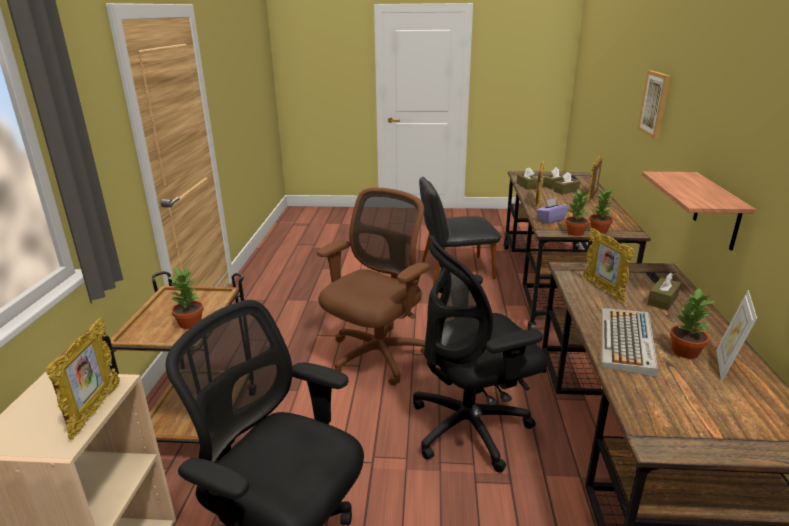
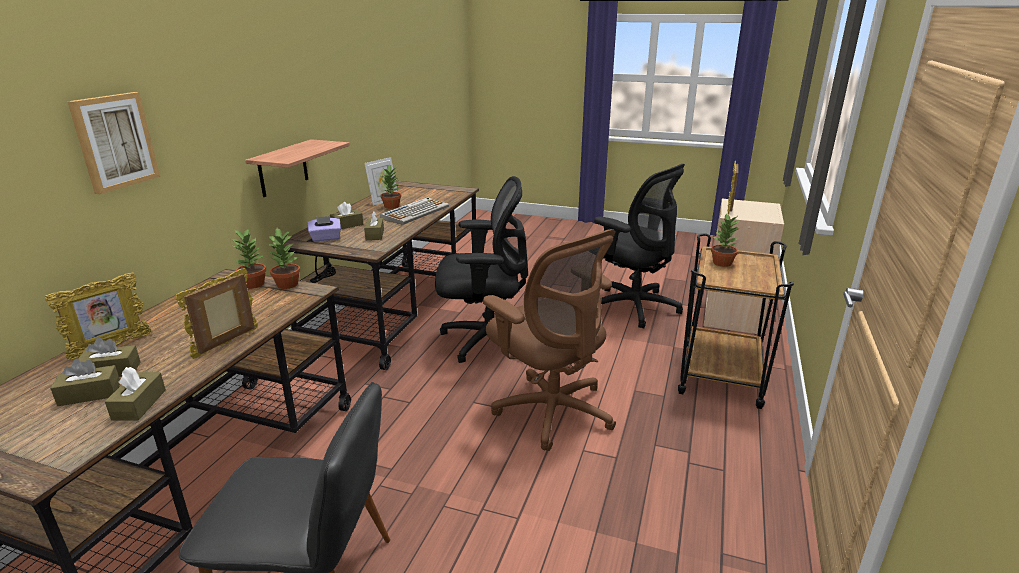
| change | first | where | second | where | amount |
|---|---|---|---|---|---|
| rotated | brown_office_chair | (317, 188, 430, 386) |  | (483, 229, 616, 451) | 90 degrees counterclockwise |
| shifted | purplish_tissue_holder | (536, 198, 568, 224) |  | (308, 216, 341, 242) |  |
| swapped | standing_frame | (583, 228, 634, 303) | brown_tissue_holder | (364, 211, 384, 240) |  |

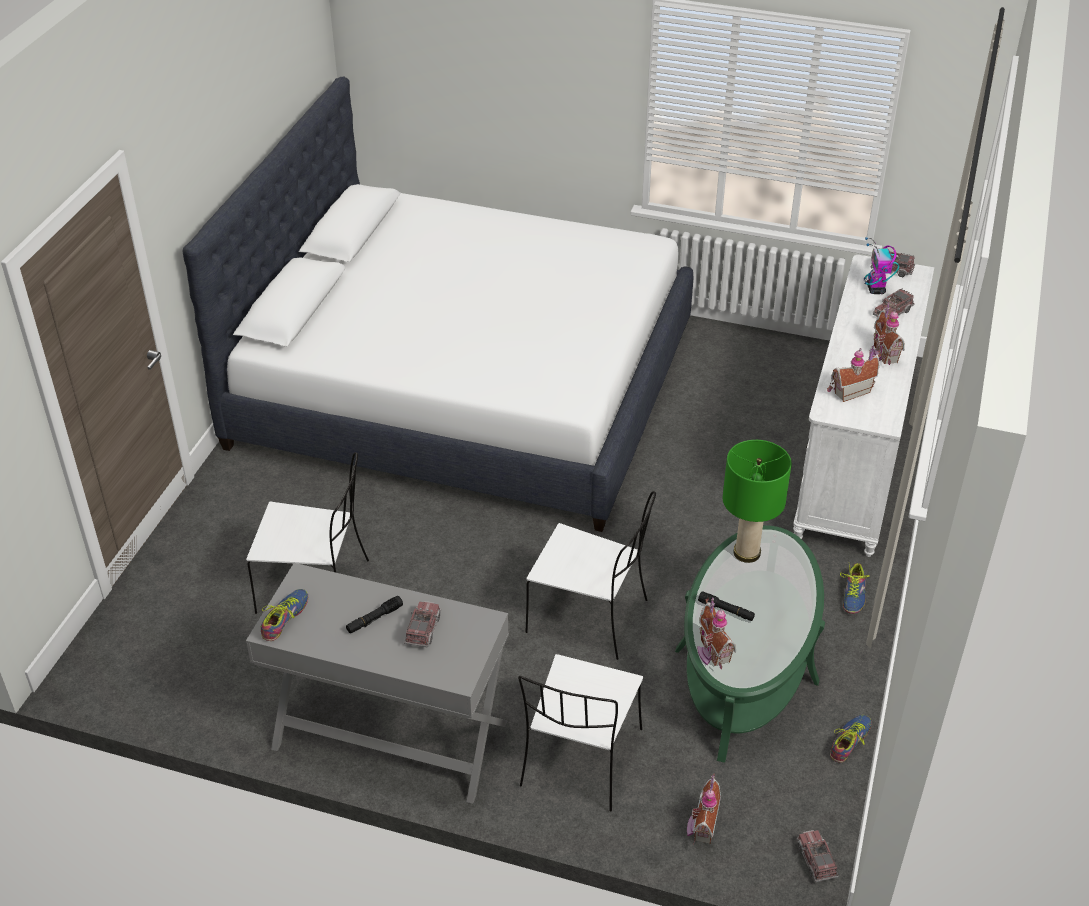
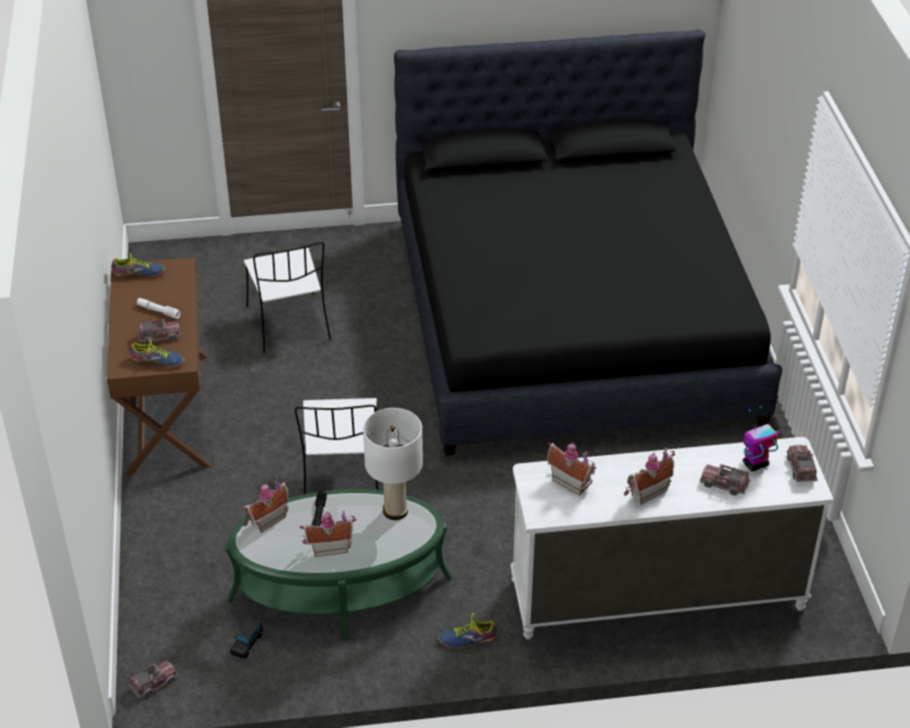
| change | first | where | second | where | amount |
|---|---|---|---|---|---|
| repainted | white_bed | (183, 77, 693, 532) | black-coloured_bed | (394, 29, 782, 456) |  |
| repainted | grey_desk | (246, 563, 509, 804) | brown_desk | (107, 257, 211, 475) |  |
| repainted | black-coloured_torch | (346, 596, 403, 633) | white_torch | (137, 298, 181, 319) |  |
| gone | white_plain_chair | (518, 654, 643, 811) |  |  |  |
| shifted | toy_house | (687, 774, 721, 844) |  | (300, 510, 356, 557) |  |
| repainted | greenish_table_lamp | (723, 440, 792, 563) | white_table_lamp | (363, 408, 423, 520) |  |
| shifted | low_shoe | (830, 715, 871, 763) |  | (130, 338, 185, 368) |  |
| new |  |  | black-coloured_model_car | (230, 618, 263, 658) |  |

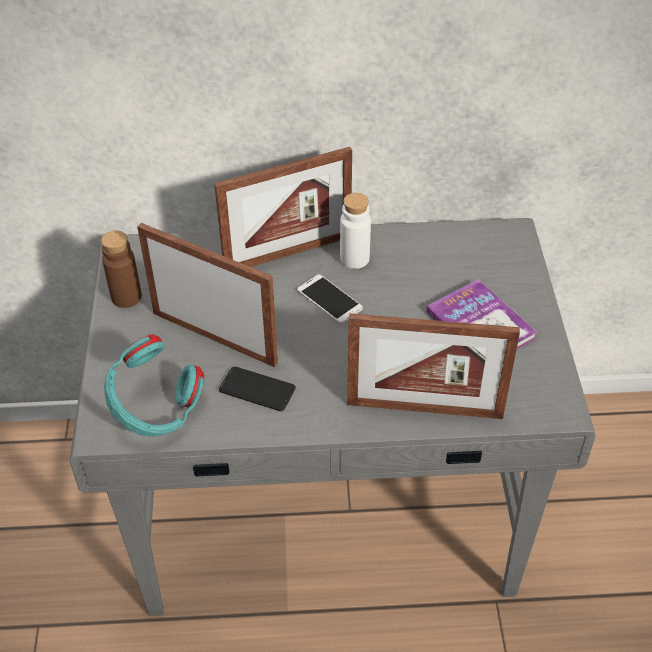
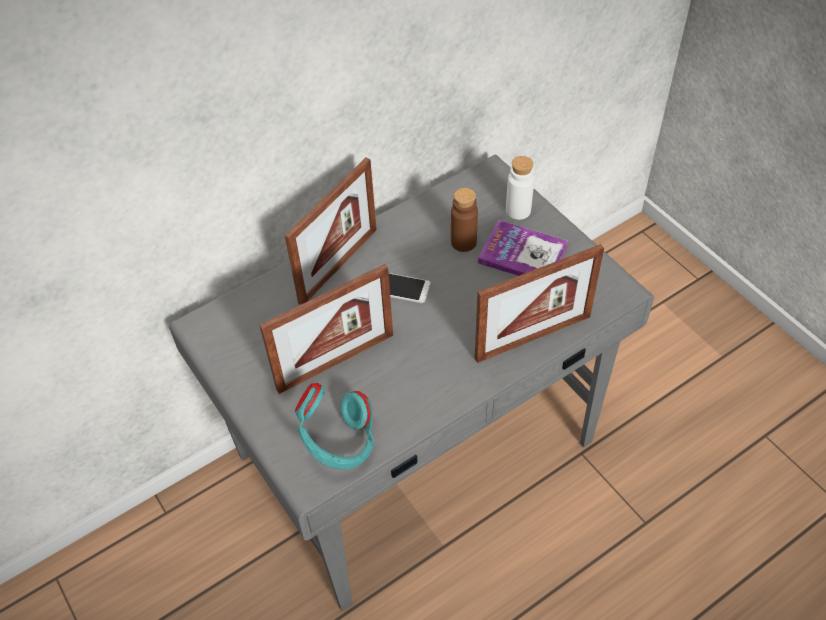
| change | first | where | second | where | amount |
|---|---|---|---|---|---|
| shifted | brown_bottle | (101, 230, 142, 308) |  | (451, 188, 478, 252) |  |
| rotated | standing_frame | (137, 223, 278, 367) |  | (259, 264, 393, 394) | 150 degrees clockwise |
| gone | phone | (219, 367, 296, 411) |  |  |  |
| shifted | white_bottle | (340, 193, 371, 269) |  | (506, 156, 534, 220) |  |

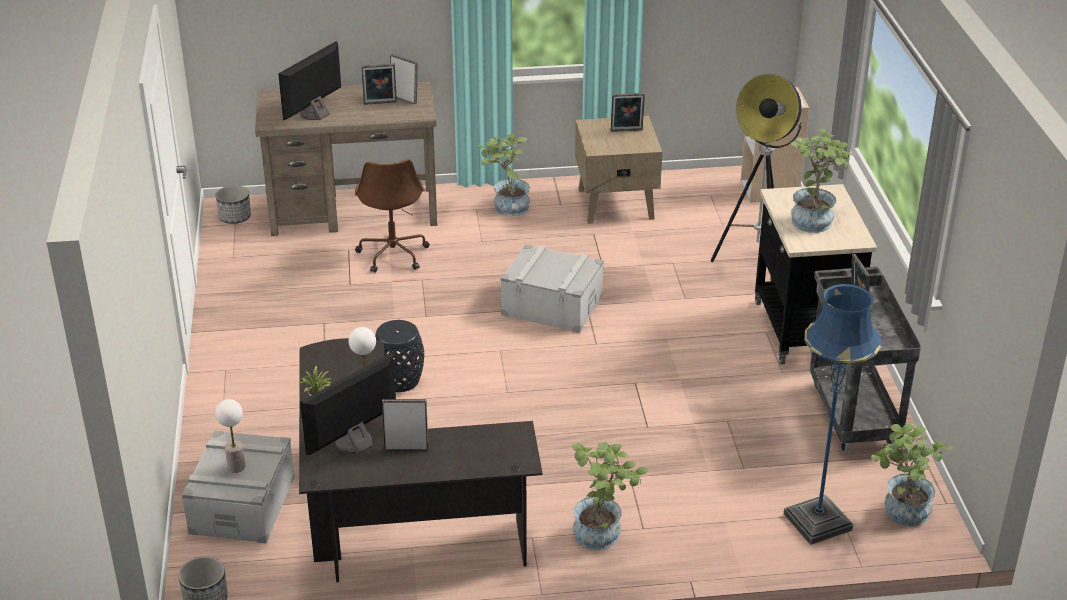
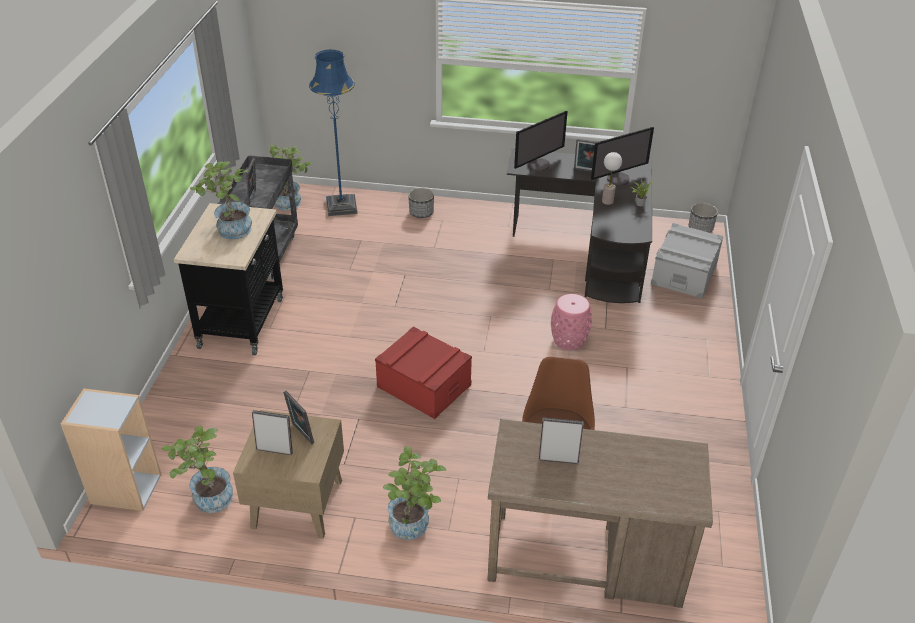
| change | first | where | second | where | amount |
|---|---|---|---|---|---|
| shifted | plant_pot | (215, 185, 251, 224) |  | (408, 188, 434, 218) |  |
| gone | table_lamp | (215, 399, 245, 473) |  |  |  |
| shifted | computer_screen | (278, 41, 341, 120) |  | (514, 111, 568, 171) |  |
| repainted | black-coloured_stool_seat | (375, 320, 424, 392) | pink-coloured_stool_seat | (551, 294, 592, 350) |  |
| shifted | standing_frame | (390, 54, 418, 104) |  | (283, 391, 314, 444) |  |
| repainted | grey_storage_container | (501, 244, 604, 333) | red_storage_container | (375, 326, 472, 419) |  |
| shifted | potted_plant | (572, 442, 649, 550) |  | (162, 425, 233, 513) |  |
| gone | floor_lamp | (711, 74, 803, 281) |  |  |  |

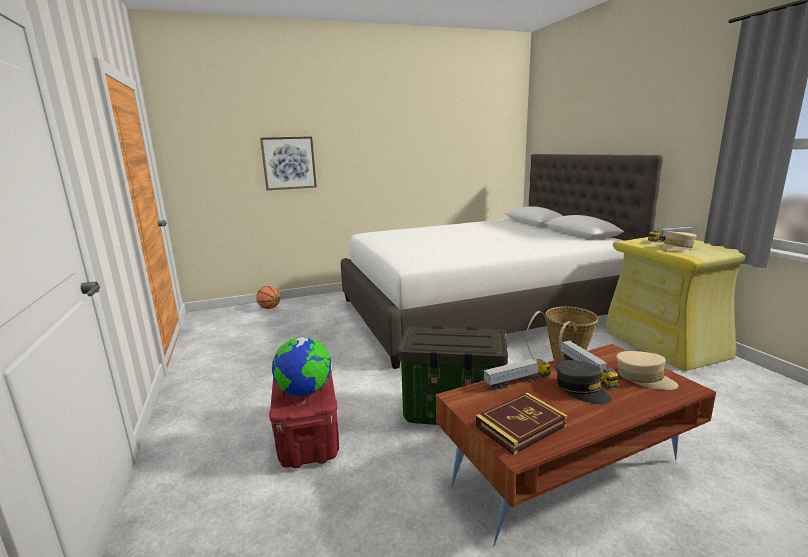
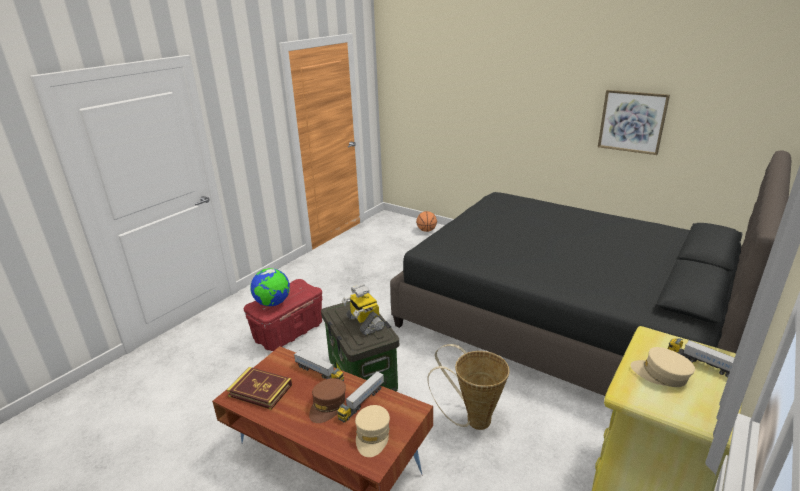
| change | first | where | second | where | amount |
|---|---|---|---|---|---|
| shifted | wall_art | (260, 136, 317, 190) |  | (598, 90, 670, 155) |  |
| repainted | white_bed | (341, 154, 663, 369) | black-coloured_bed | (390, 150, 792, 396) |  |
| repainted | grey_cap | (556, 360, 612, 404) | brown_cap | (309, 378, 346, 423) |  |
| new |  |  | model_robot | (342, 284, 385, 336) |  |

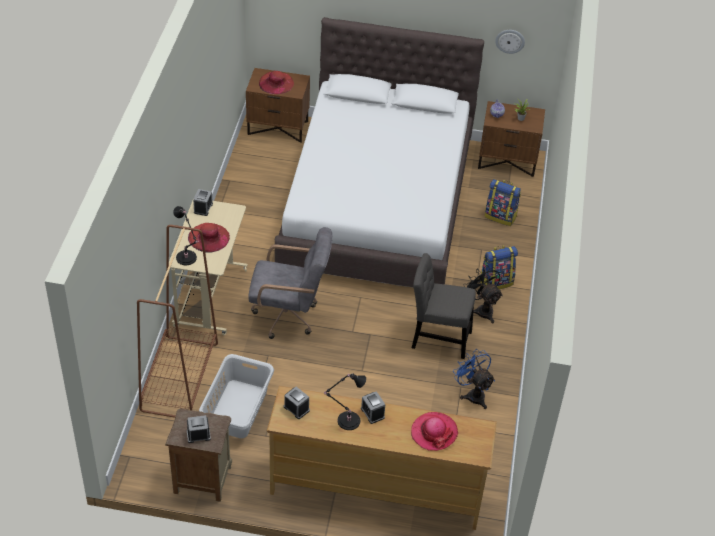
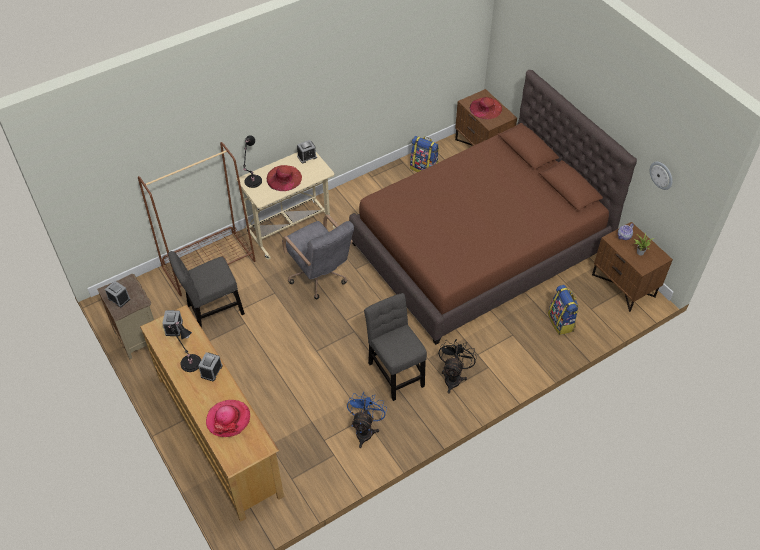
| change | first | where | second | where | amount |
|---|---|---|---|---|---|
| swapped | grey_hamper | (199, 354, 274, 438) | grey_plain_chair | (168, 251, 245, 328) |  |
| repainted | white_bed | (275, 17, 484, 287) | brown_bed | (349, 70, 637, 345) |  |
| shifted | knapsack | (480, 245, 518, 289) |  | (410, 136, 439, 172) |  |

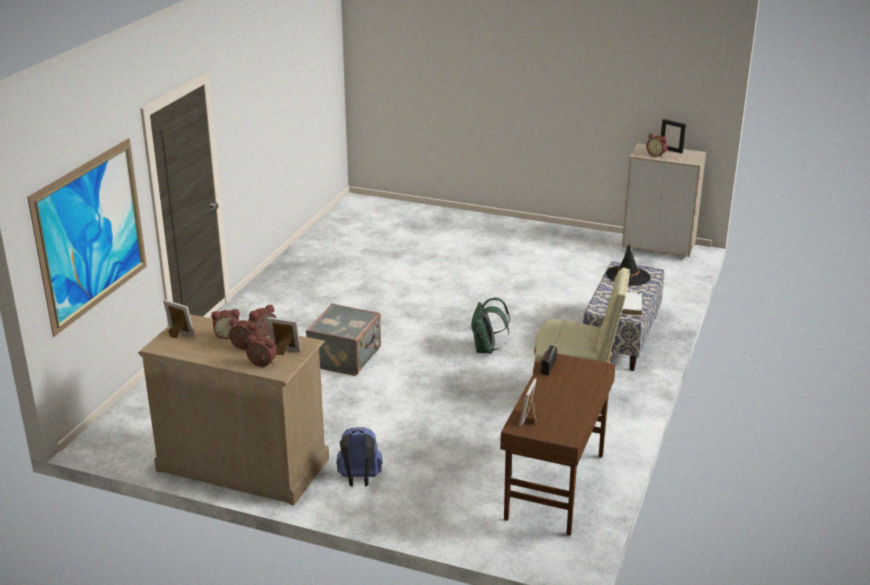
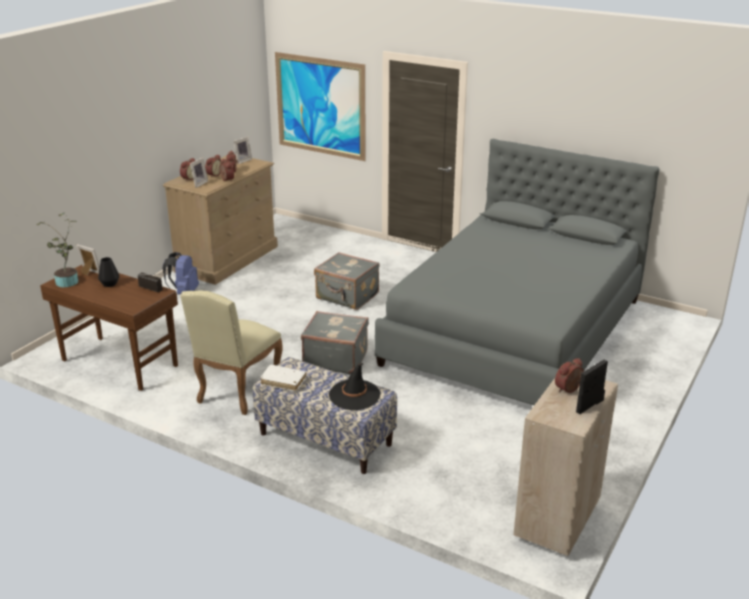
| change | first | where | second | where | amount |
|---|---|---|---|---|---|
| swapped | greenish_knapsack | (470, 298, 510, 353) | grey_travel_case | (301, 311, 369, 375) |  |
| new |  |  | potted_plant | (36, 213, 79, 287) |  |
| new |  |  | black-coloured_flower_vase | (98, 257, 119, 287) |  |
| new |  |  | grey_bed | (375, 139, 659, 405) |  |

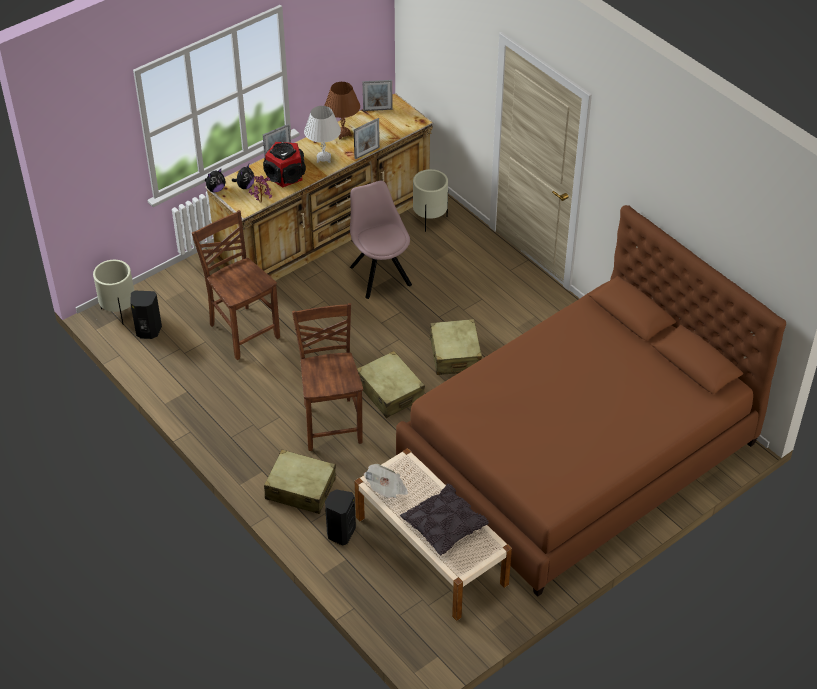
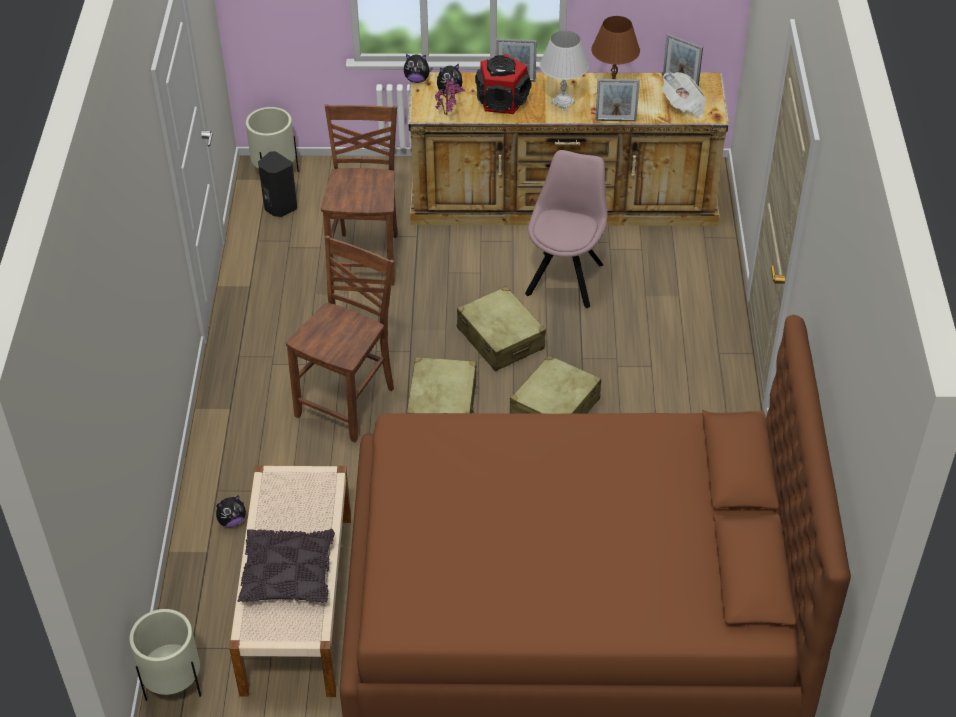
| change | first | where | second | where | amount |
|---|---|---|---|---|---|
| shifted | beige-coloured_travel_case | (264, 450, 336, 514) |  | (457, 286, 546, 371) |  |
| swapped | black-coloured_audio_speaker | (325, 489, 356, 546) | plush_toy | (216, 495, 246, 527) |  |
| shifted | newspaper | (364, 464, 409, 498) |  | (662, 72, 707, 118) |  |
| shifted | beige-coloured_plant_pot | (413, 169, 448, 232) |  | (129, 609, 201, 701) |  |

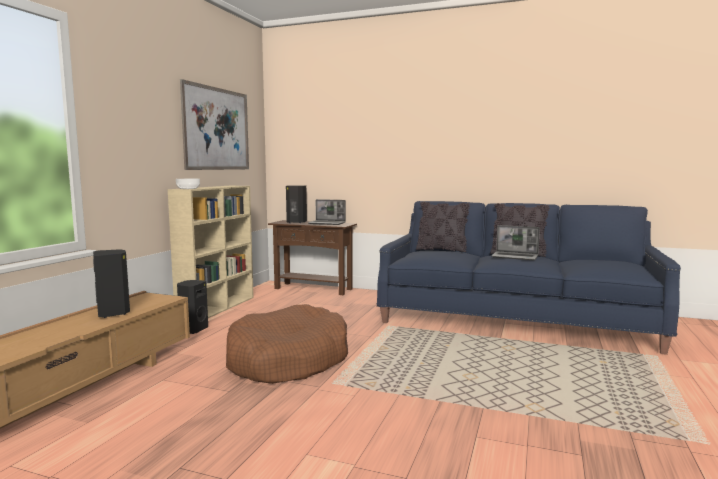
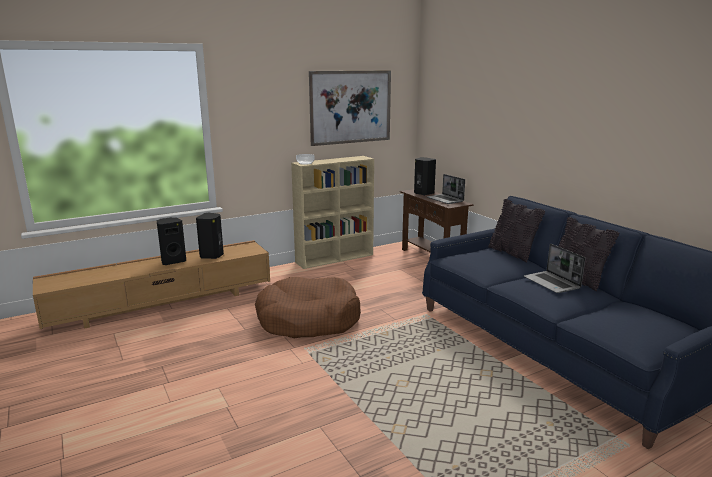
| change | first | where | second | where | amount |
|---|---|---|---|---|---|
| shifted | black-coloured_audio_speaker | (177, 280, 208, 334) |  | (156, 217, 186, 265) |  |

